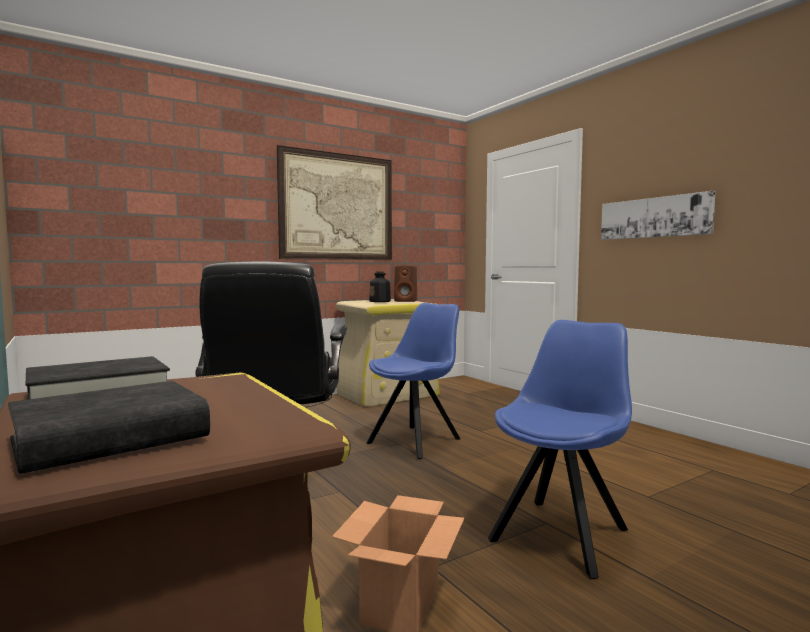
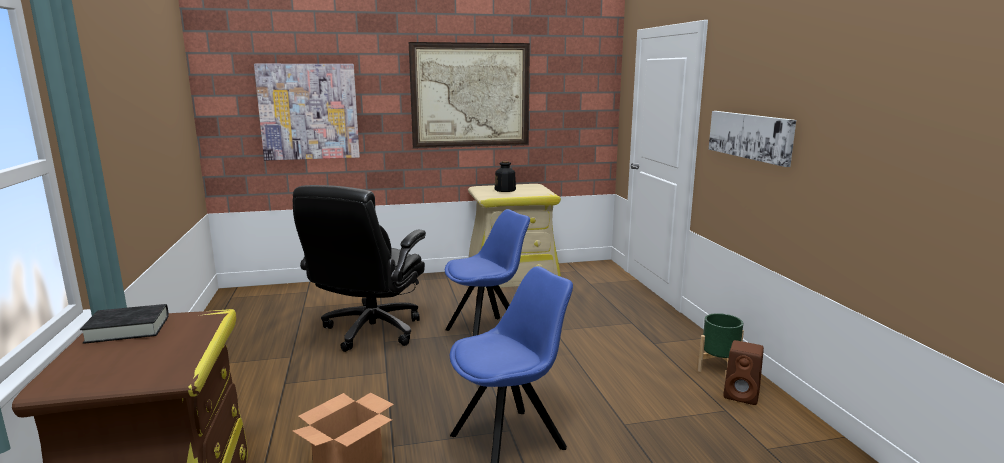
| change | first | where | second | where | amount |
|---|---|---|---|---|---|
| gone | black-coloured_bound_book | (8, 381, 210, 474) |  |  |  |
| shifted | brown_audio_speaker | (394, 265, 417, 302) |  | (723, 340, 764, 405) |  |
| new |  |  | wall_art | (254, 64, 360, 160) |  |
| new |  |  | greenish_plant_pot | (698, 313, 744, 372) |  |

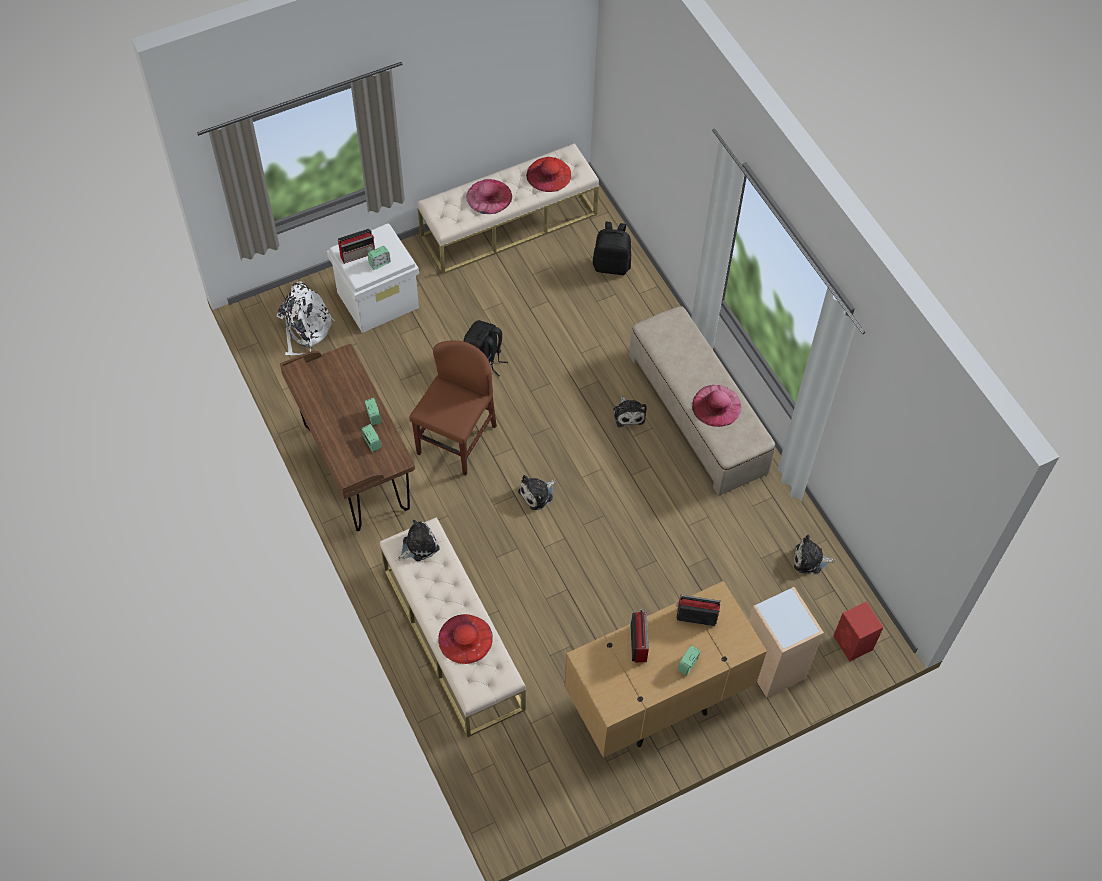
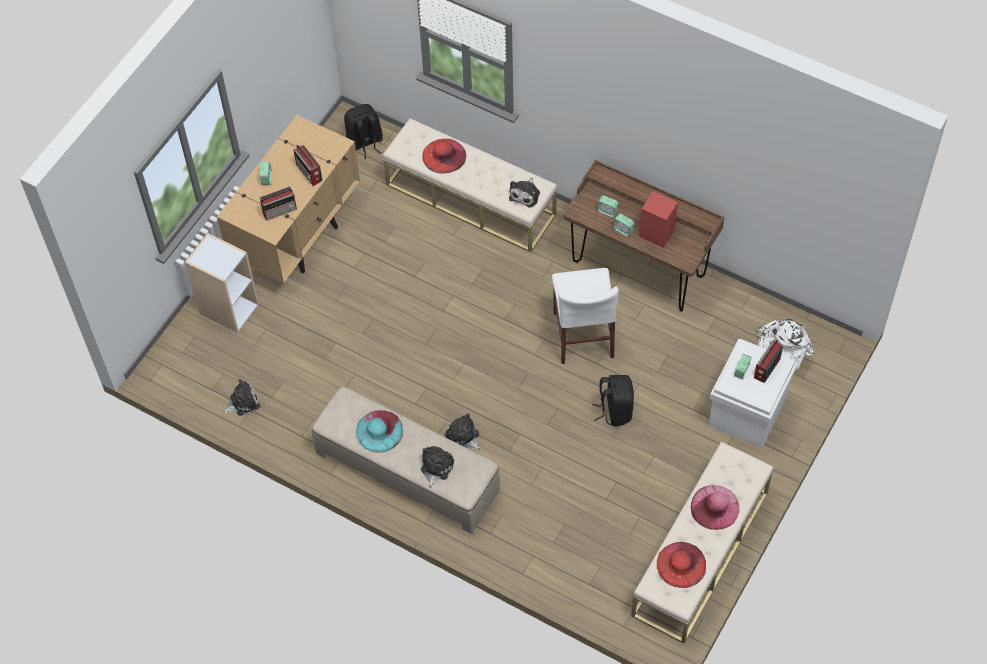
| change | first | where | second | where | amount |
|---|---|---|---|---|---|
| repainted | brown_plain_chair | (409, 340, 497, 476) | white_plain_chair | (552, 268, 619, 364) |  |
| shifted | plush_toy | (518, 475, 555, 510) |  | (421, 446, 454, 488) |  |
| shifted | black-coloured_knapsack | (593, 221, 631, 275) |  | (344, 104, 383, 159) |  |
| repainted | pink-coloured_hat | (692, 385, 741, 427) | blue-green_hat | (356, 410, 403, 452) |  |
| shifted | red_audio_speaker | (833, 602, 884, 661) |  | (639, 191, 678, 248) |  |

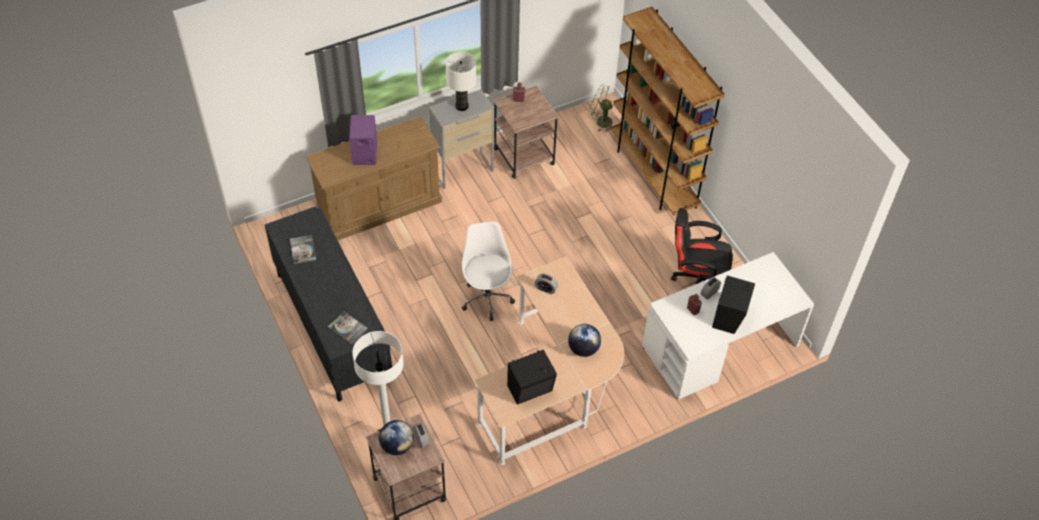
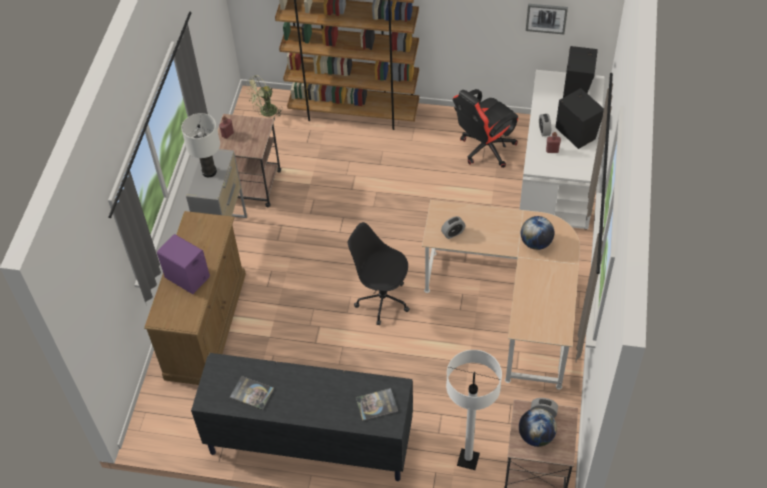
| change | first | where | second | where | amount |
|---|---|---|---|---|---|
| repainted | white_office_chair | (462, 221, 515, 321) | black-coloured_office_chair | (348, 222, 410, 325) |  |
| shifted | black-coloured_audio_speaker | (507, 350, 557, 405) |  | (563, 46, 598, 98) |  |
| new |  |  | wall_art | (526, 4, 568, 34) |  |

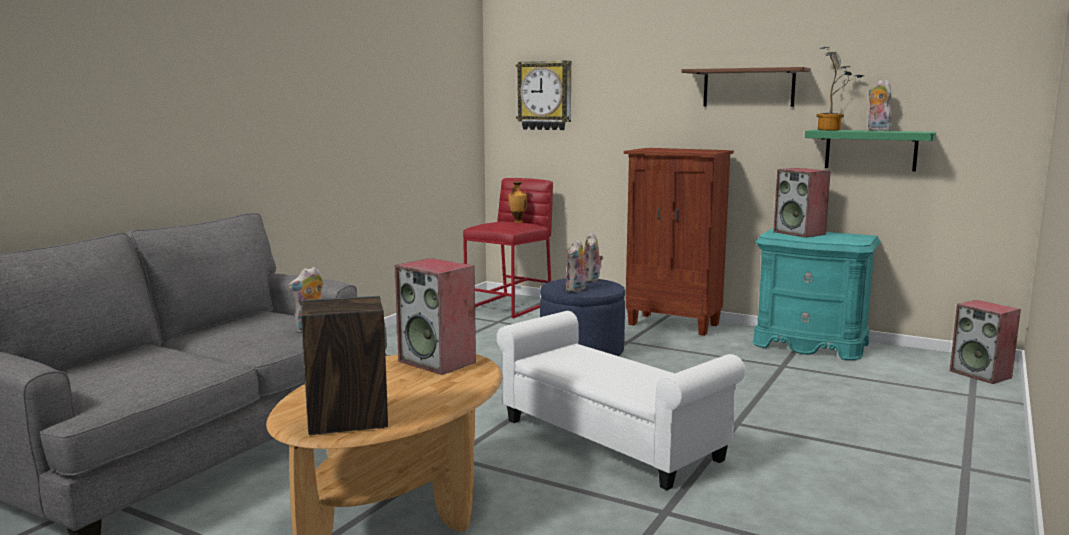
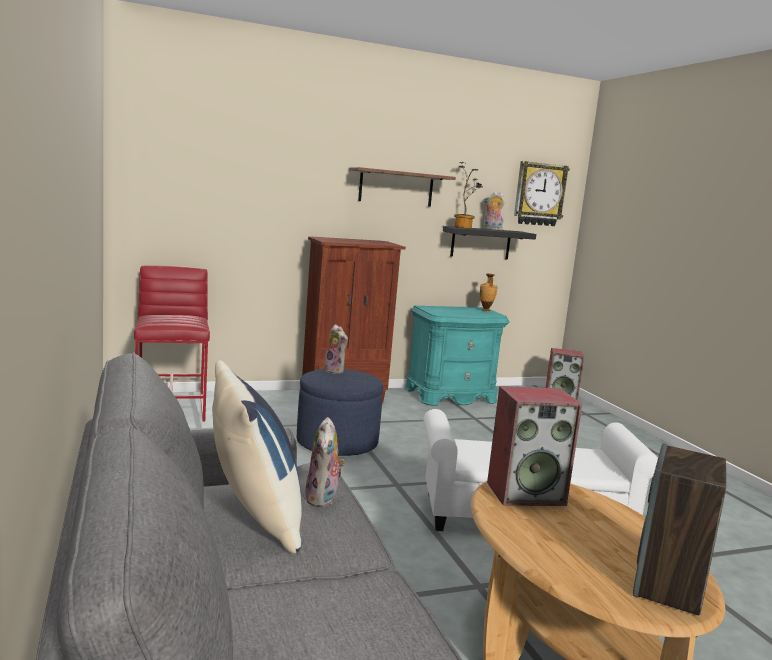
| change | first | where | second | where | amount |
|---|---|---|---|---|---|
| shifted | flower_vase | (508, 181, 527, 223) |  | (480, 273, 498, 312) |  |
| shifted | hanging_clock | (516, 60, 571, 130) |  | (514, 161, 570, 226) |  |
| gone | plush_toy | (566, 239, 589, 292) |  |  |  |
| gone | audio_speaker | (773, 168, 831, 238) |  |  |  |
| repainted | greenish_wall_shelf | (805, 129, 936, 171) | black-coloured_wall_shelf | (443, 226, 536, 260) |  |
| new |  |  | bluish_cushion | (212, 360, 302, 554) |  |

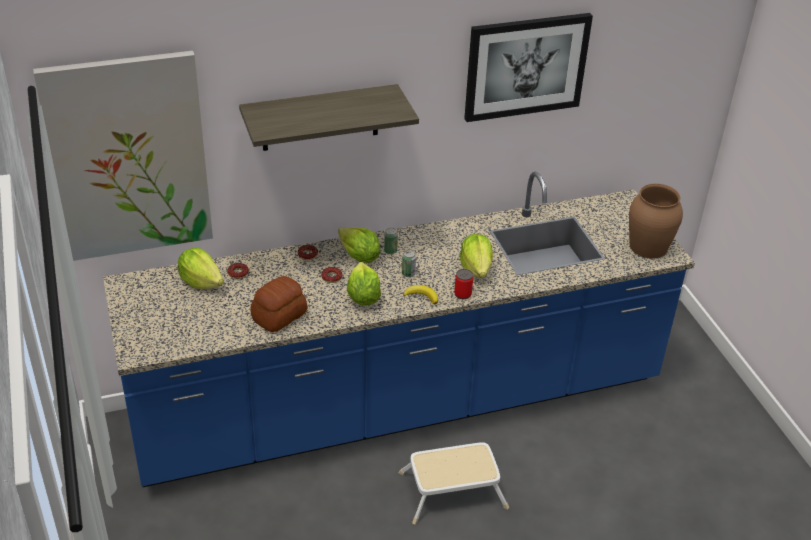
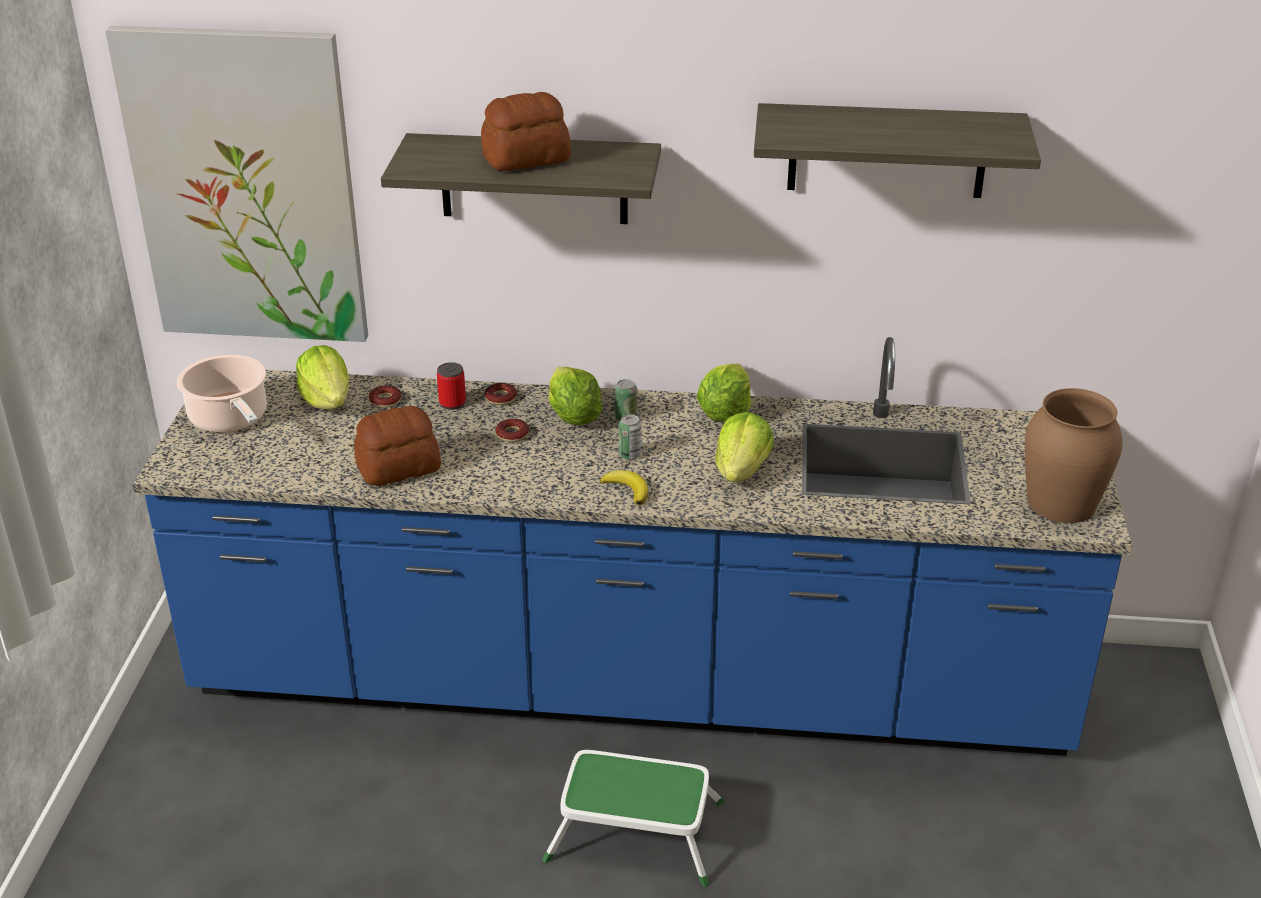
| change | first | where | second | where | amount |
|---|---|---|---|---|---|
| shifted | lettuce | (347, 262, 381, 306) |  | (697, 363, 751, 422) |  |
| repainted | beige-coloured_step_ladder | (398, 442, 509, 525) | greenish_step_ladder | (542, 750, 725, 887) |  |
| shifted | metal_can | (454, 269, 473, 299) |  | (437, 362, 466, 410) |  |
| swapped | wall_art | (464, 13, 593, 122) | wall_shelf | (754, 103, 1041, 198) |  |
| new |  |  | stockpot | (177, 355, 267, 433) |  |
| new |  |  | bread | (481, 92, 571, 171) |  |

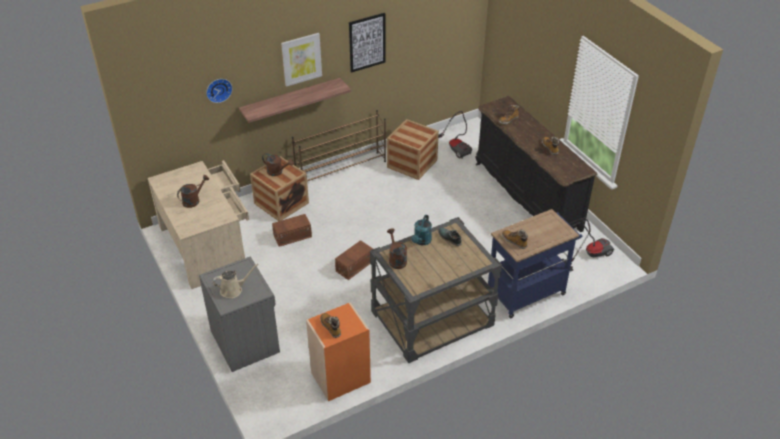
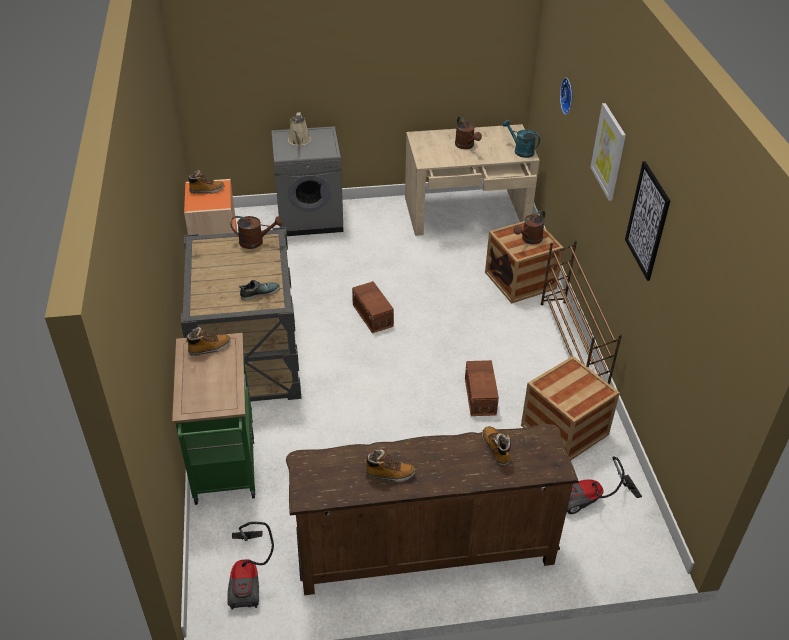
| change | first | where | second | where | amount |
|---|---|---|---|---|---|
| gone | wall_shelf | (239, 78, 351, 123) |  |  |  |
| shifted | brown_storage_container | (272, 214, 312, 247) |  | (465, 360, 499, 416) |  |
| shifted | blue-green_watering_can | (411, 215, 432, 245) |  | (503, 120, 540, 158) |  |
| repainted | bluish_trolley | (488, 209, 582, 319) | greenish_trolley | (172, 333, 255, 505) |  |

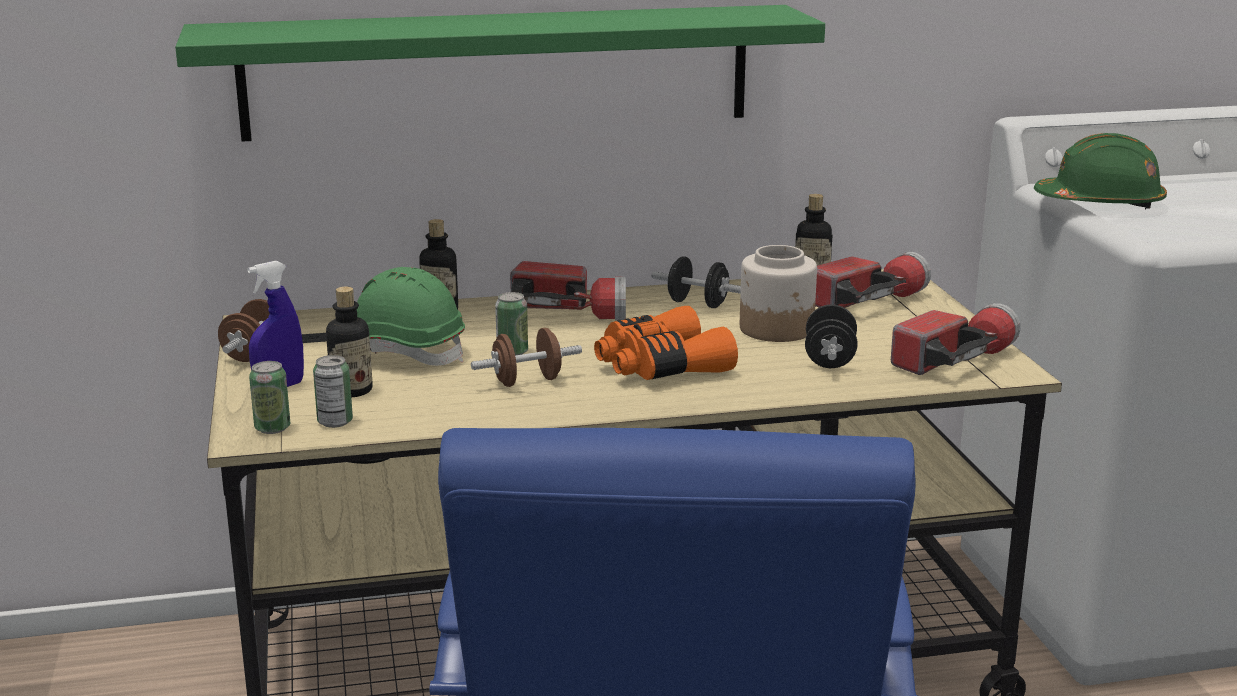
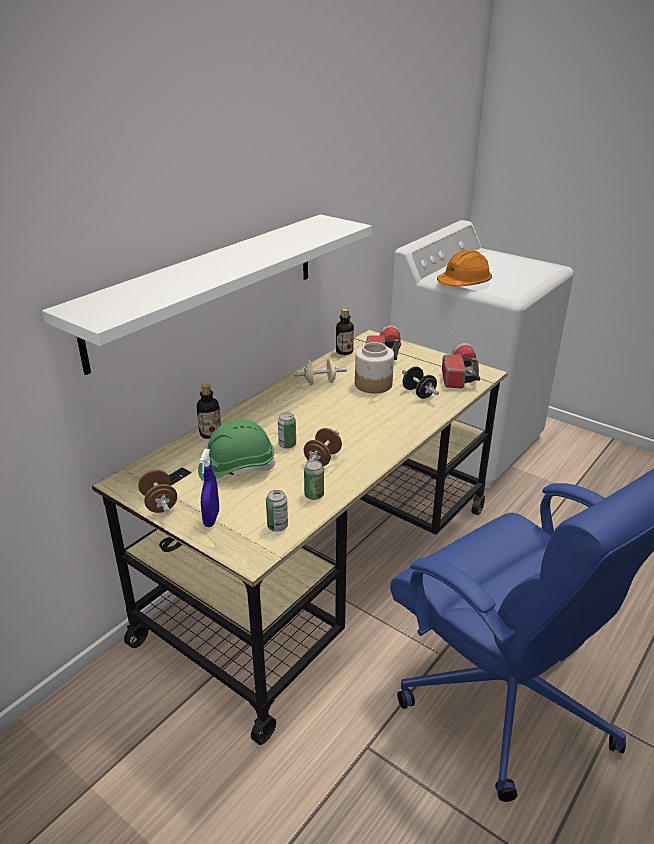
| change | first | where | second | where | amount |
|---|---|---|---|---|---|
| repainted | greenish_wall_shelf | (175, 5, 825, 142) | white_wall_shelf | (42, 214, 372, 375) |  |
| shifted | metal_can | (249, 361, 290, 434) |  | (304, 460, 324, 500) |  |
| gone | bottle | (326, 287, 372, 397) |  |  |  |
| gone | torch | (510, 261, 626, 320) |  |  |  |
| gone | orange_binoculars | (594, 306, 738, 380) |  |  |  |
| repainted | black-coloured_free_weight | (652, 256, 741, 308) | beige-coloured_free_weight | (294, 359, 347, 385) |  |
| repainted | greenish_hard_hat | (1034, 133, 1167, 210) | orange_hard_hat | (437, 250, 492, 287) |  |

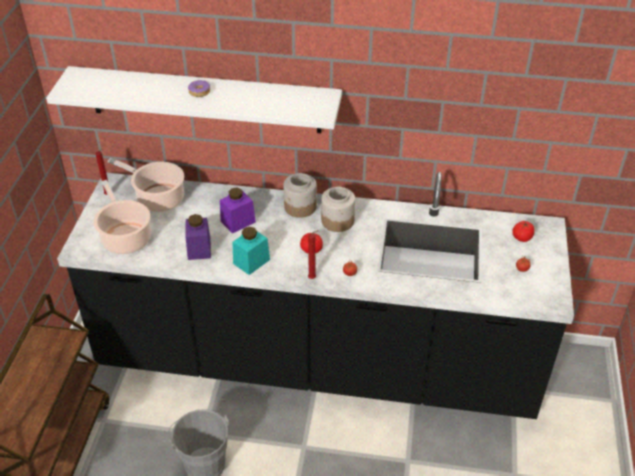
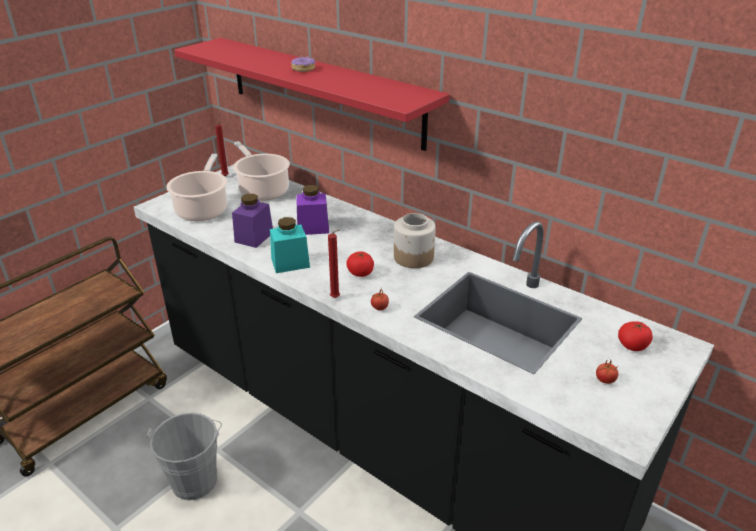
| change | first | where | second | where | amount |
|---|---|---|---|---|---|
| repainted | white_wall_shelf | (46, 66, 342, 133) | red_wall_shelf | (174, 38, 450, 151) |  |
| gone | storage_jar | (283, 173, 317, 218) |  |  |  |

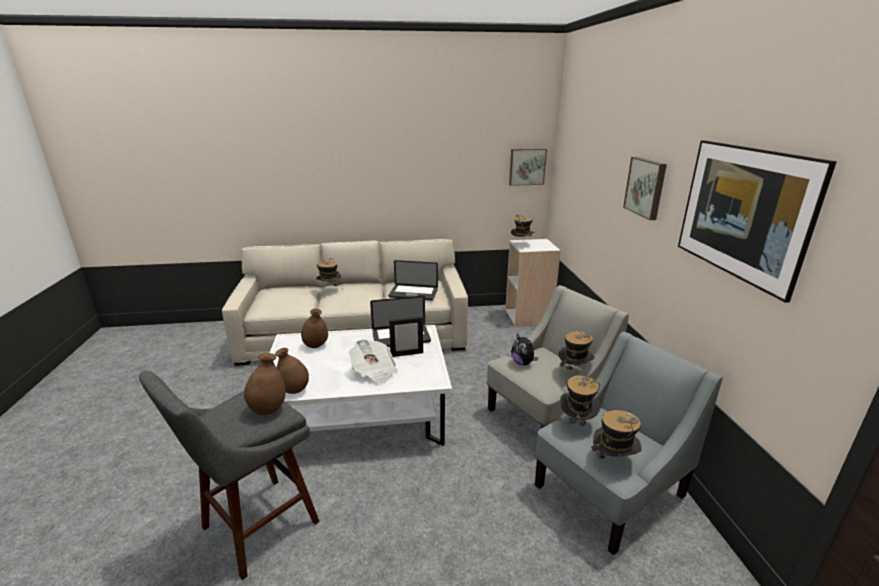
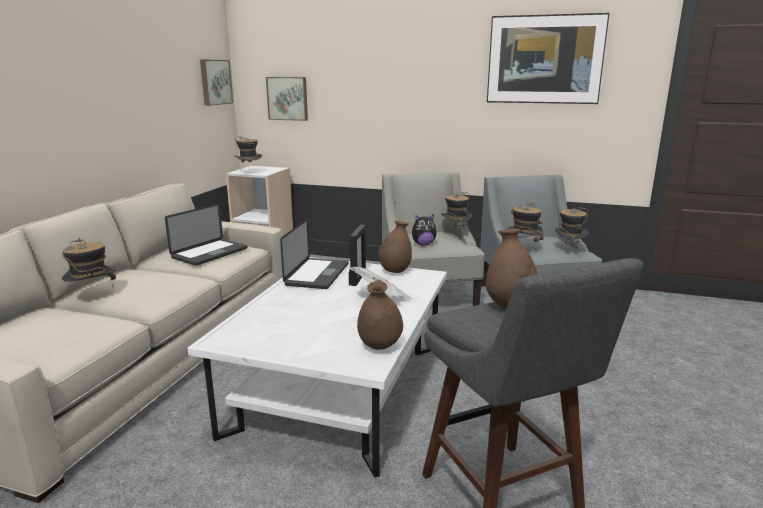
| change | first | where | second | where | amount |
|---|---|---|---|---|---|
| shifted | brown_flower_vase | (301, 309, 328, 348) |  | (378, 221, 412, 273) |  |
| shifted | wall_art | (623, 157, 667, 220) |  | (266, 77, 308, 121) |  |

